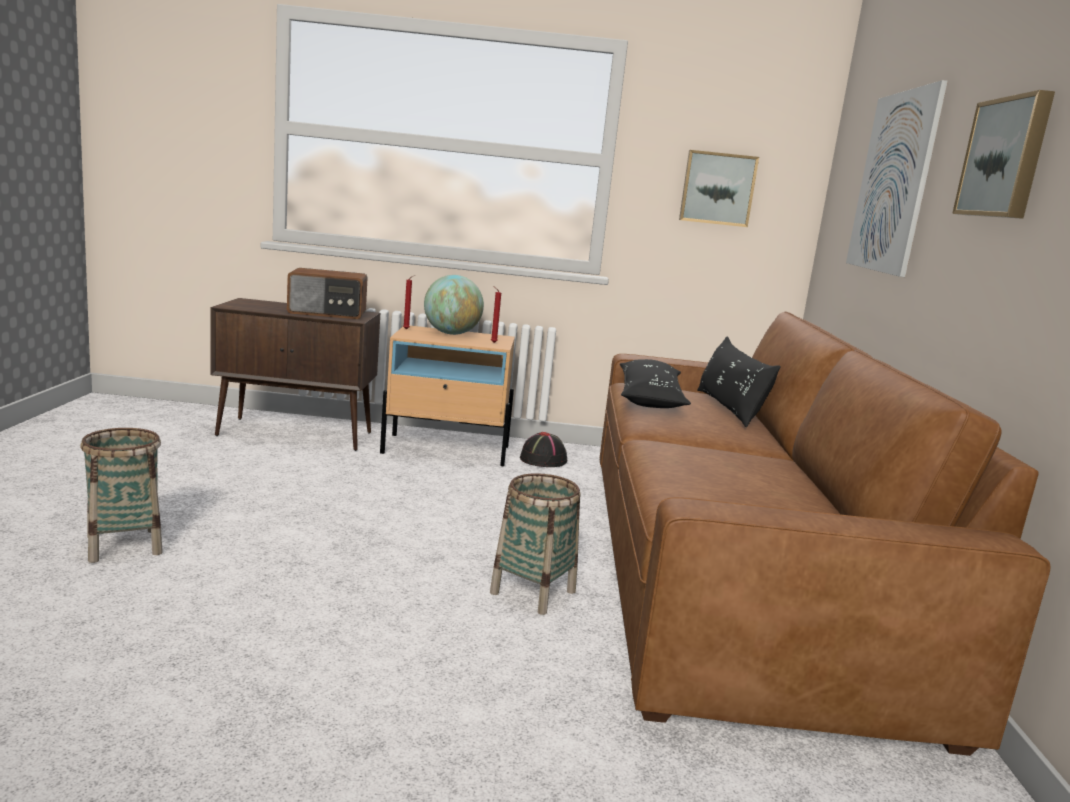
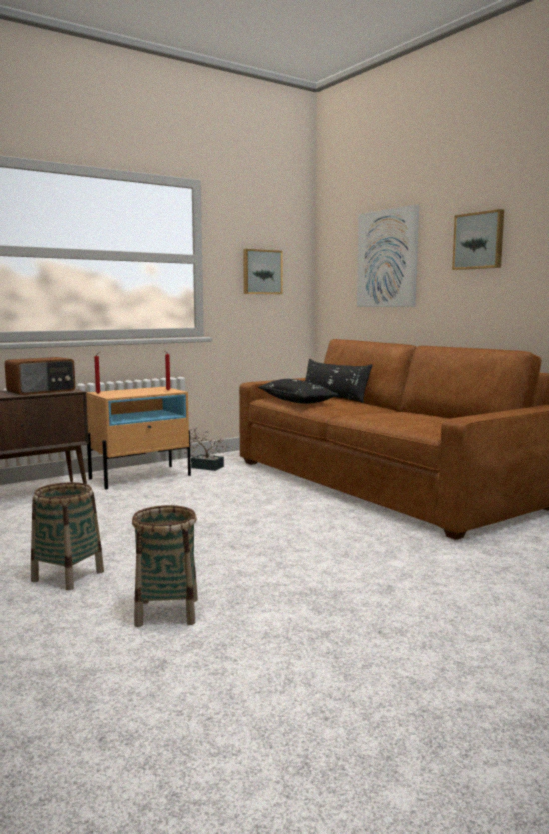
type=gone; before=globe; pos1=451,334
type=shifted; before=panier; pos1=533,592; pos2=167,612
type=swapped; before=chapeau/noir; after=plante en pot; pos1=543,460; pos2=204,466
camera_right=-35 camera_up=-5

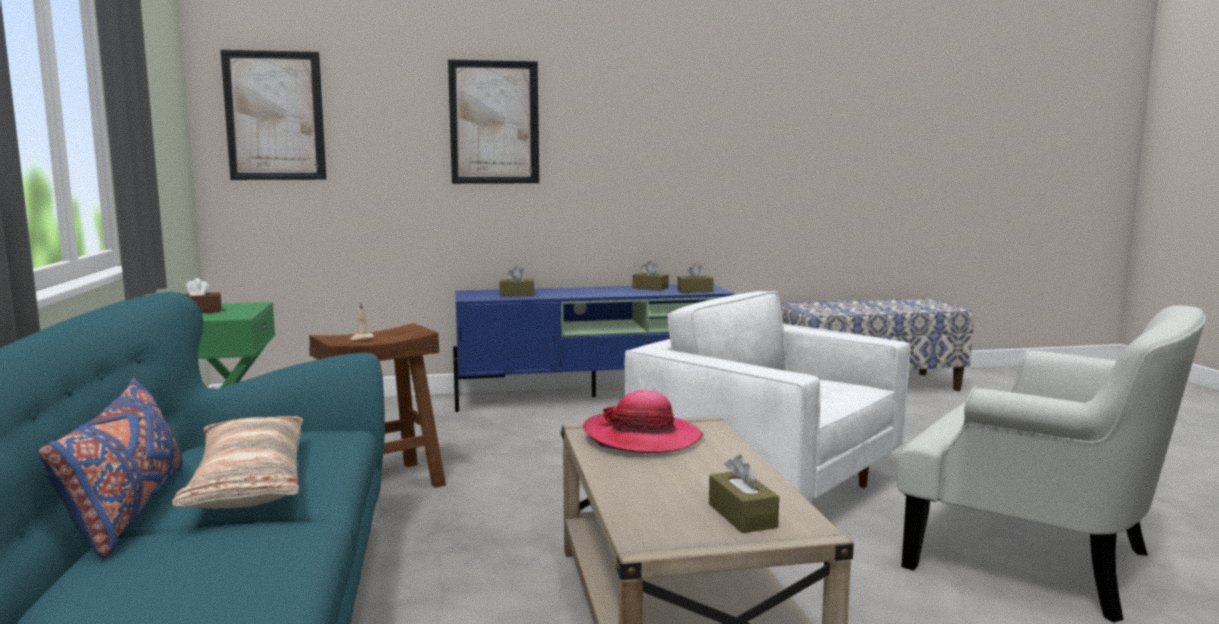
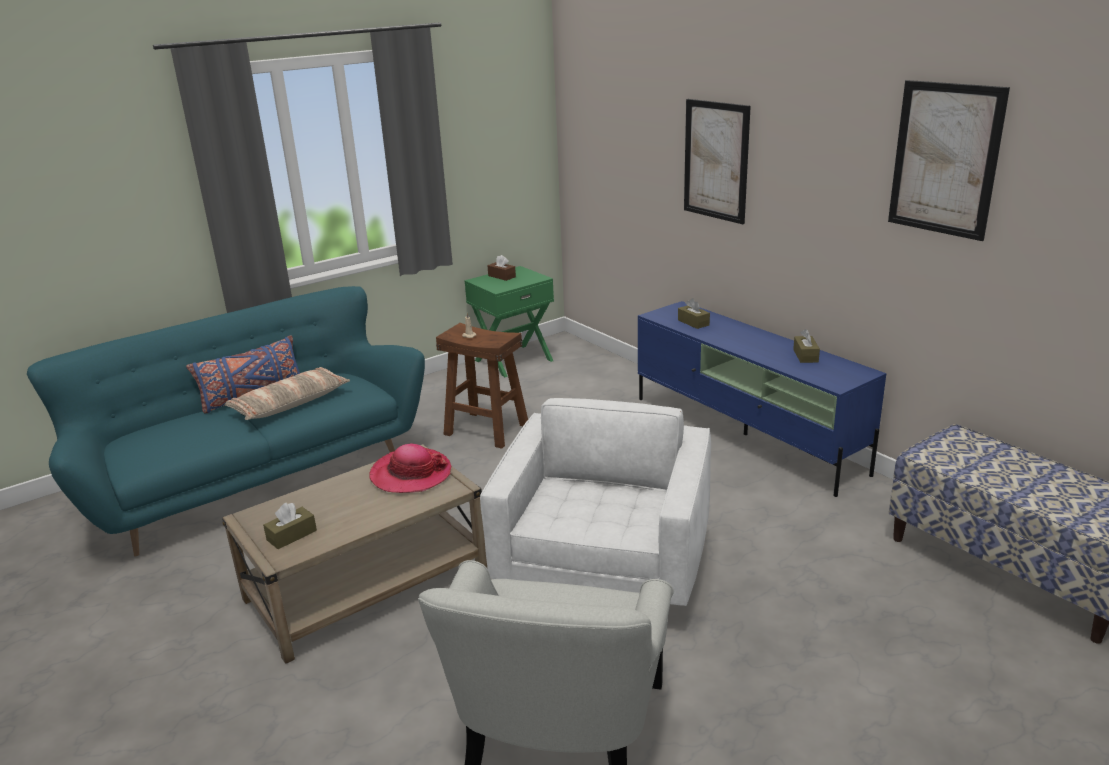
type=gone; before=boîte à mouchoirs/marron; pos1=695,291
type=shifted; before=tableau; pos1=275,116; pos2=945,159
camera_right=65 camera_up=15

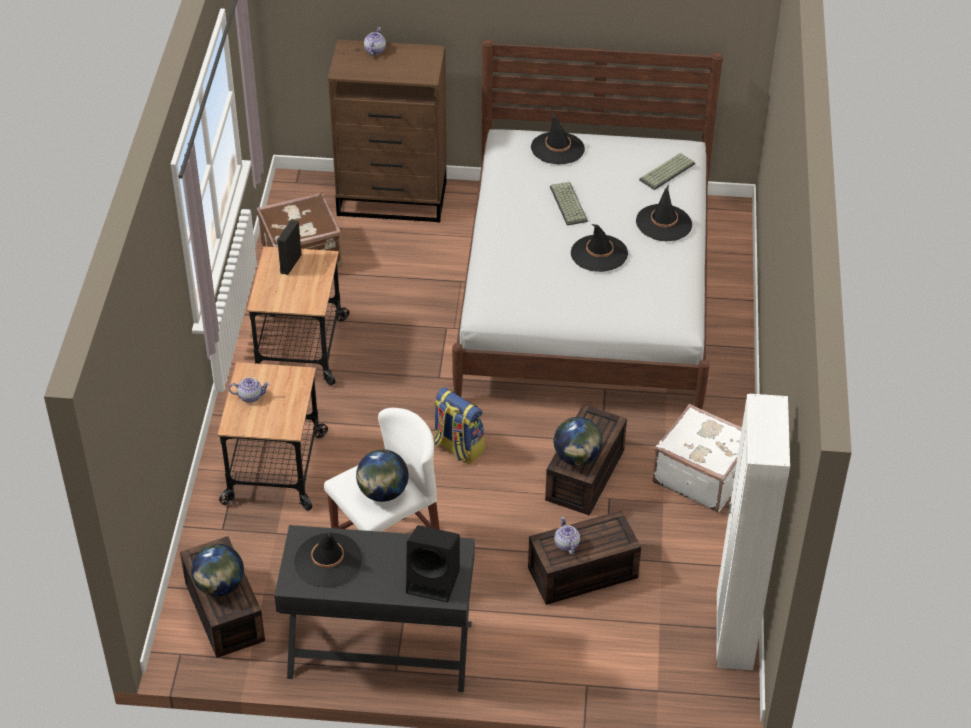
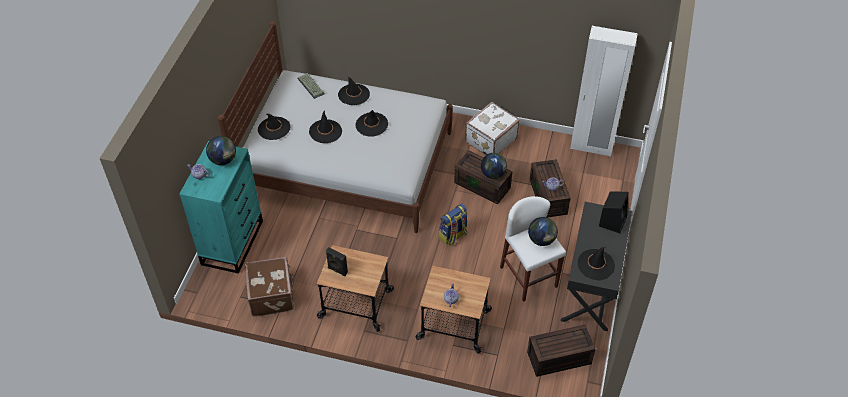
type=shifted; before=globe; pos1=220,586; pos2=223,160
type=swapped; before=clavier; after=chapeau/noir; pos1=567,204; pos2=325,131
type=repainted; before=commode/marron; after=commode/turquoise; pos1=393,199; pos2=233,242
camera_right=-80 camera_up=5

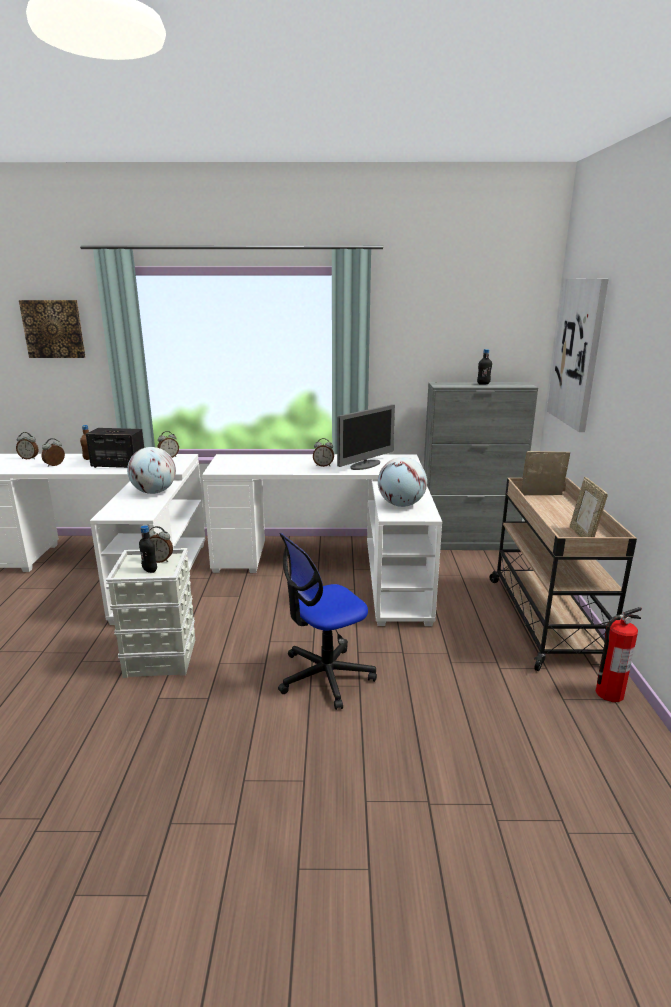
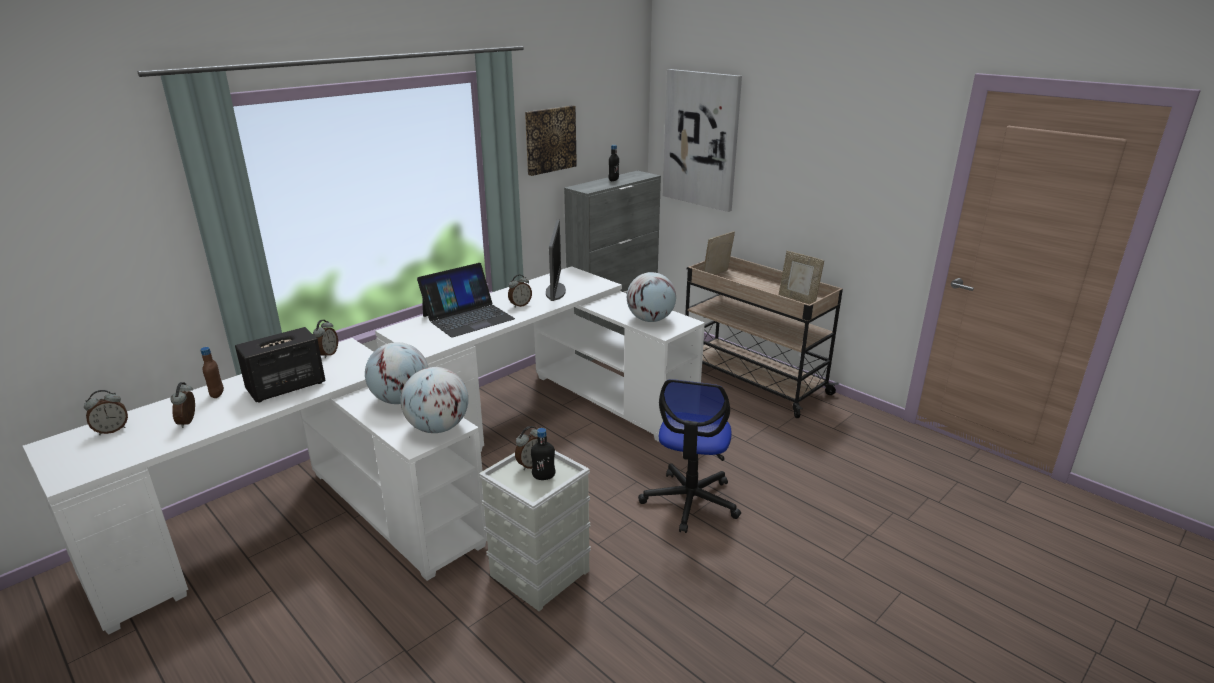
type=gone; before=extincteur; pos1=609,693
type=new; after=globe; pos2=438,428
type=new; after=ordinateur portable; pos2=468,317
type=shifted; before=tableau; pos1=53,329; pos2=550,139
camera_right=-45 camera_up=5

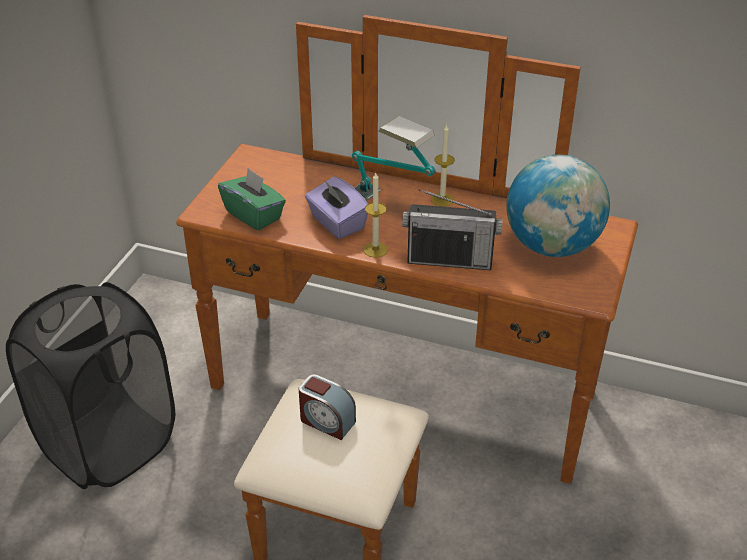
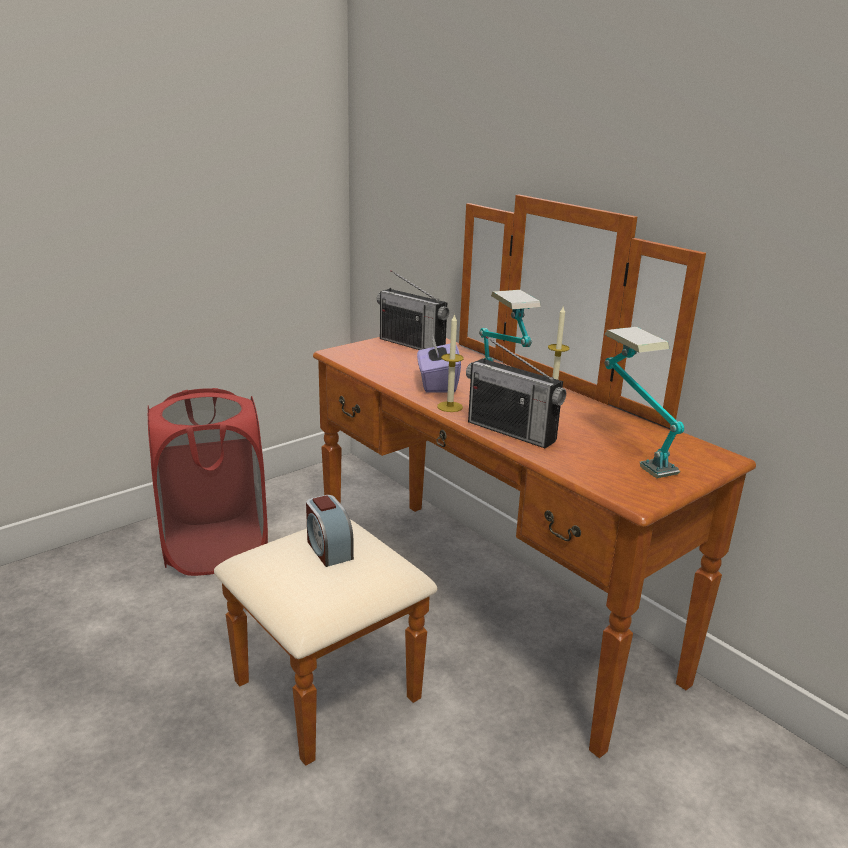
type=gone; before=boîte à mouchoirs/vert; pos1=254,215
type=new; after=radio; pos2=412,344
type=swapped; before=globe; after=lampe de table; pos1=552,246; pos2=631,451
type=repainted; before=panier à linge/noir; after=panier à linge/rouge; pos1=108,445; pos2=215,548
camera_right=30 camera_up=-15

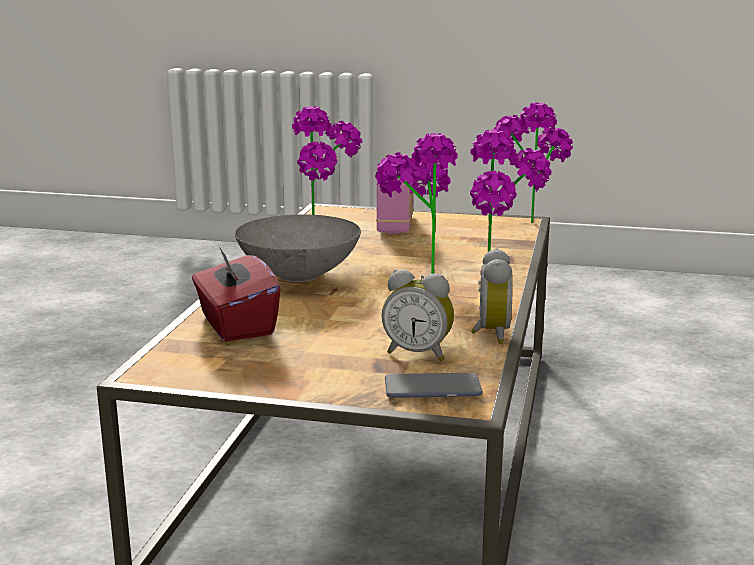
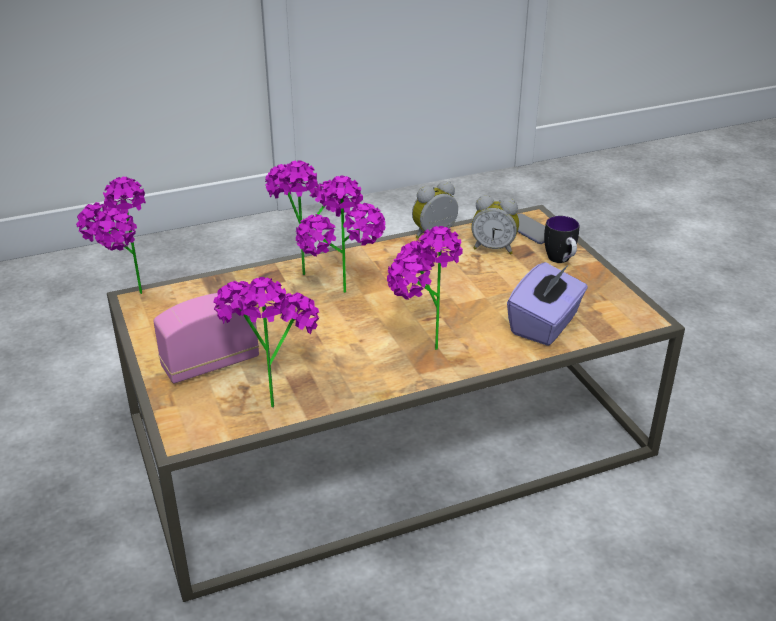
type=new; after=mug; pos2=561,261
type=swapped; before=bol/gris; after=plante en pot; pos1=298,275; pos2=418,348
type=repainted; before=boîte à mouchoirs/rouge; after=boîte à mouchoirs/violet; pos1=236,325; pos2=545,325
type=rotated; before=réveil; pos1=418,353; pos2=494,248; turn=120
camera_right=-125 camera_up=15

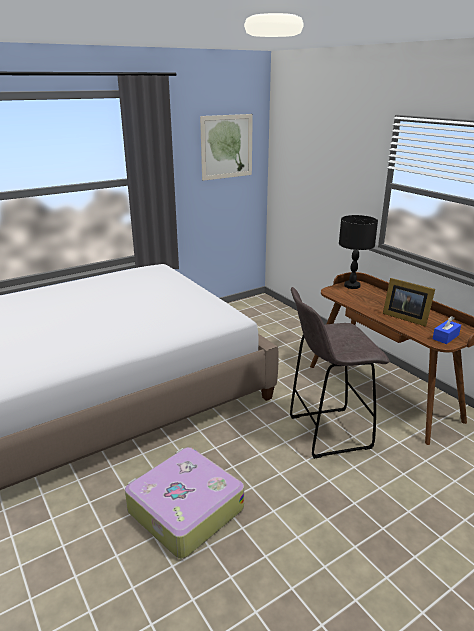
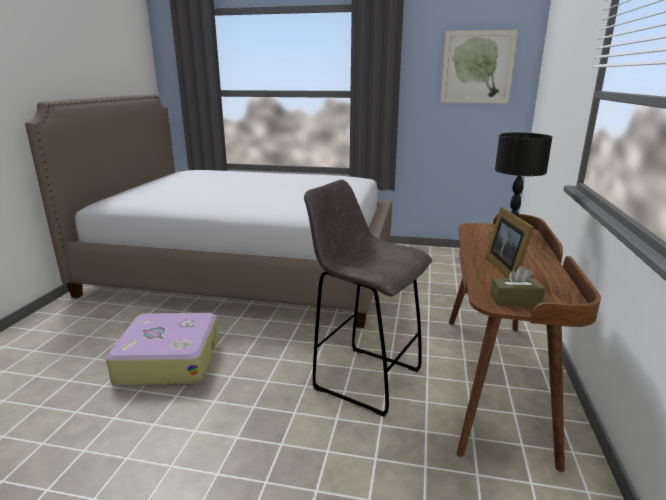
type=repainted; before=boîte à mouchoirs/bleu; after=boîte à mouchoirs/marron; pos1=445,337; pos2=515,300
camera_right=45 camera_up=-5

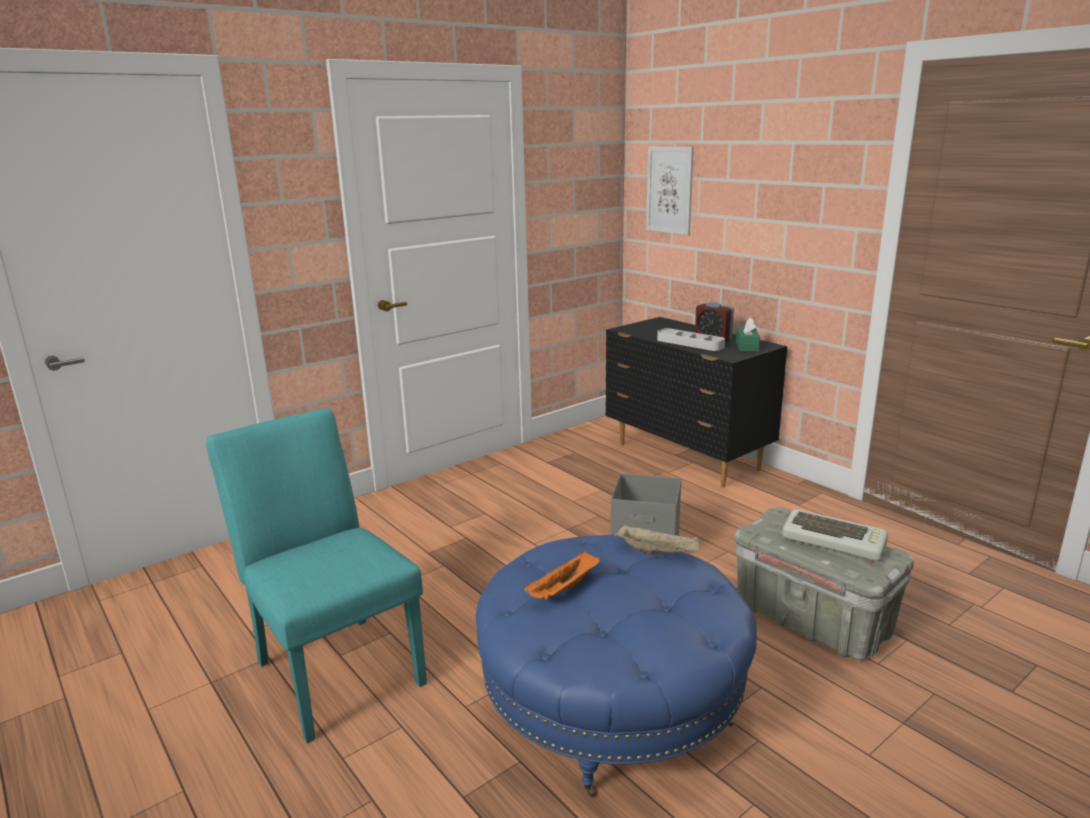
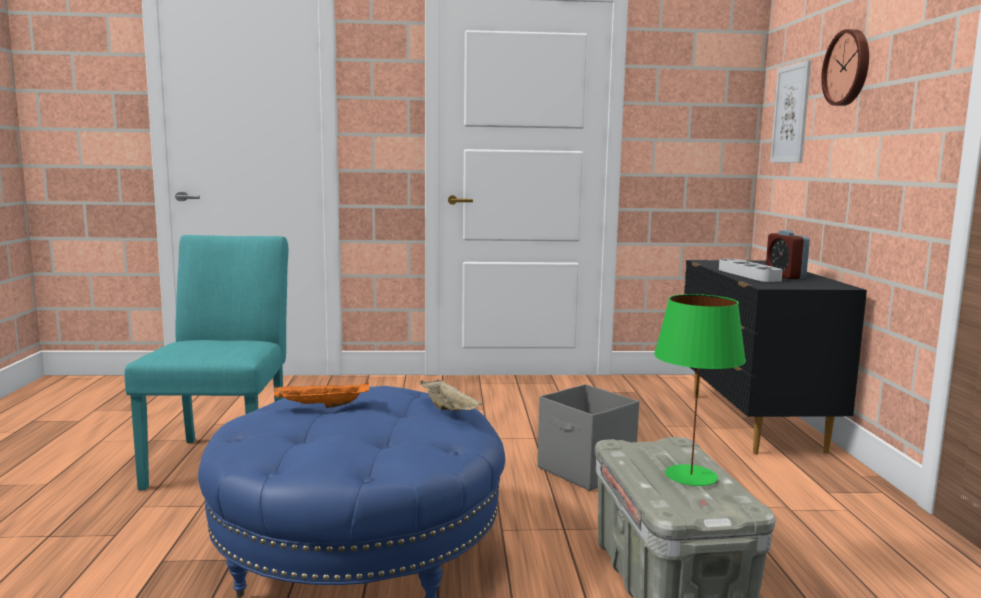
type=gone; before=boîte à mouchoirs/vert; pos1=747,346
type=new; after=horloge murale; pos2=848,68
type=swapped; before=clavier; after=lampe de table/vert; pos1=834,541; pos2=692,475
camera_right=35 camera_up=-10

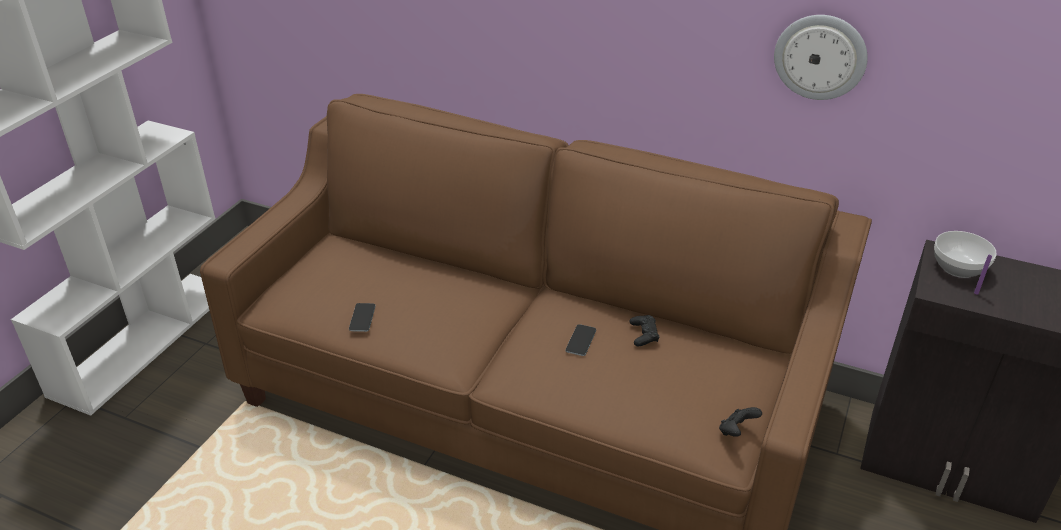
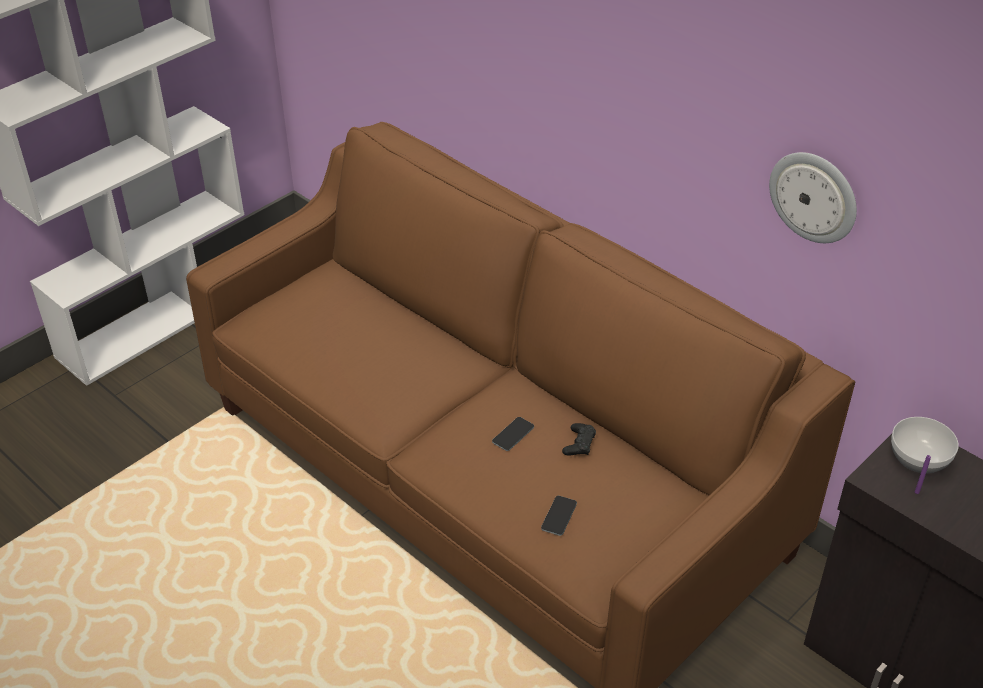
type=gone; before=manette/noir; pos1=736,431
type=shifted; before=téléphone; pos1=362,317; pos2=559,516
camera_right=20 camera_up=5

